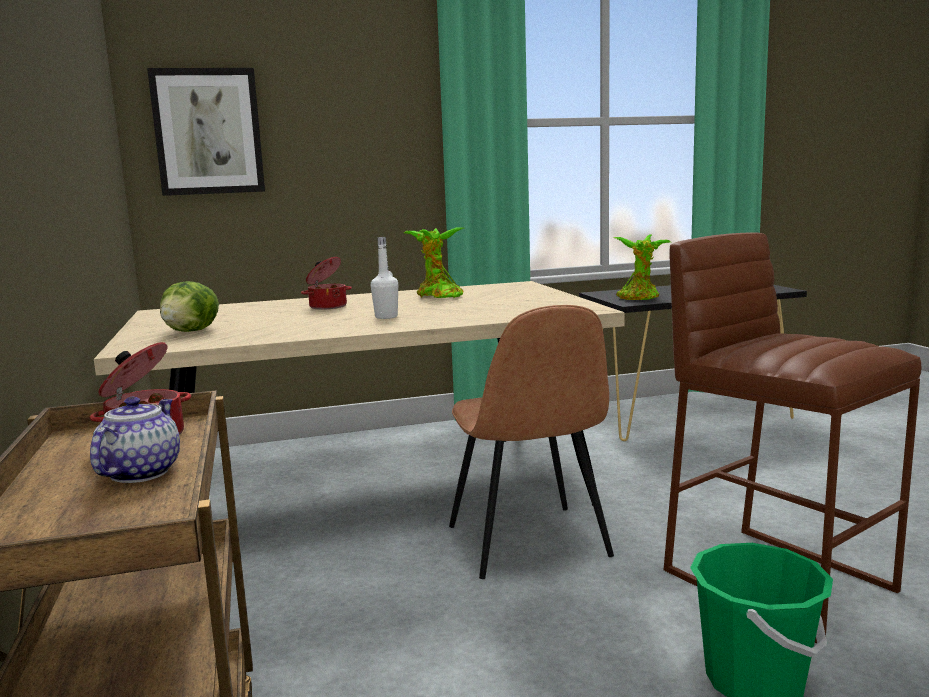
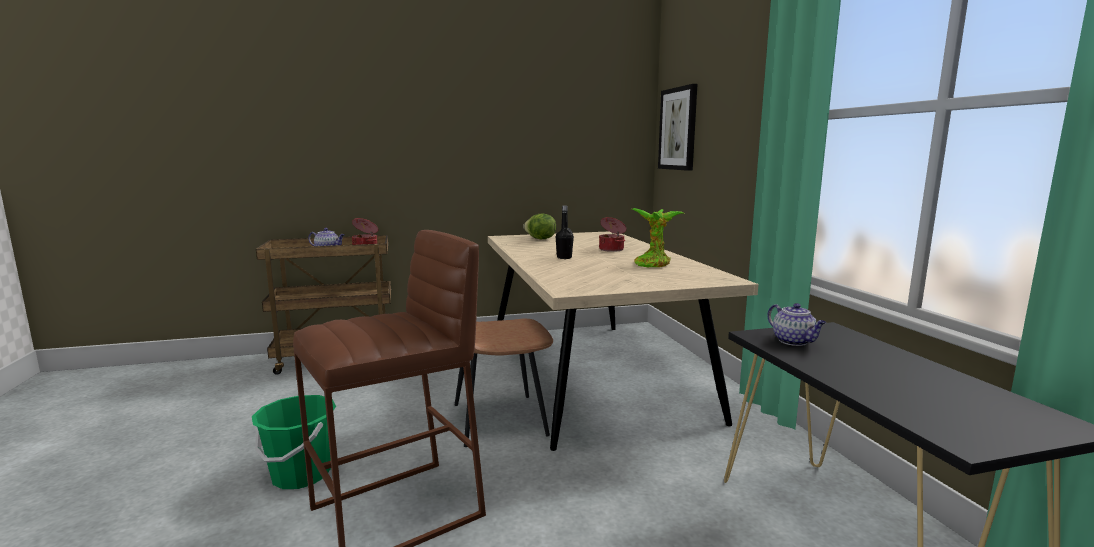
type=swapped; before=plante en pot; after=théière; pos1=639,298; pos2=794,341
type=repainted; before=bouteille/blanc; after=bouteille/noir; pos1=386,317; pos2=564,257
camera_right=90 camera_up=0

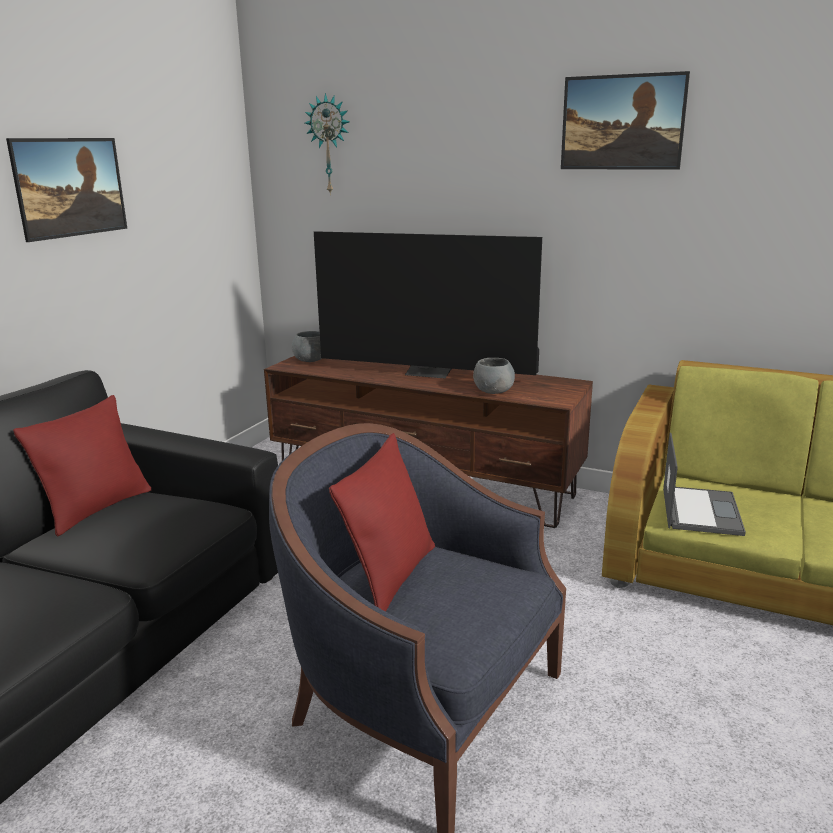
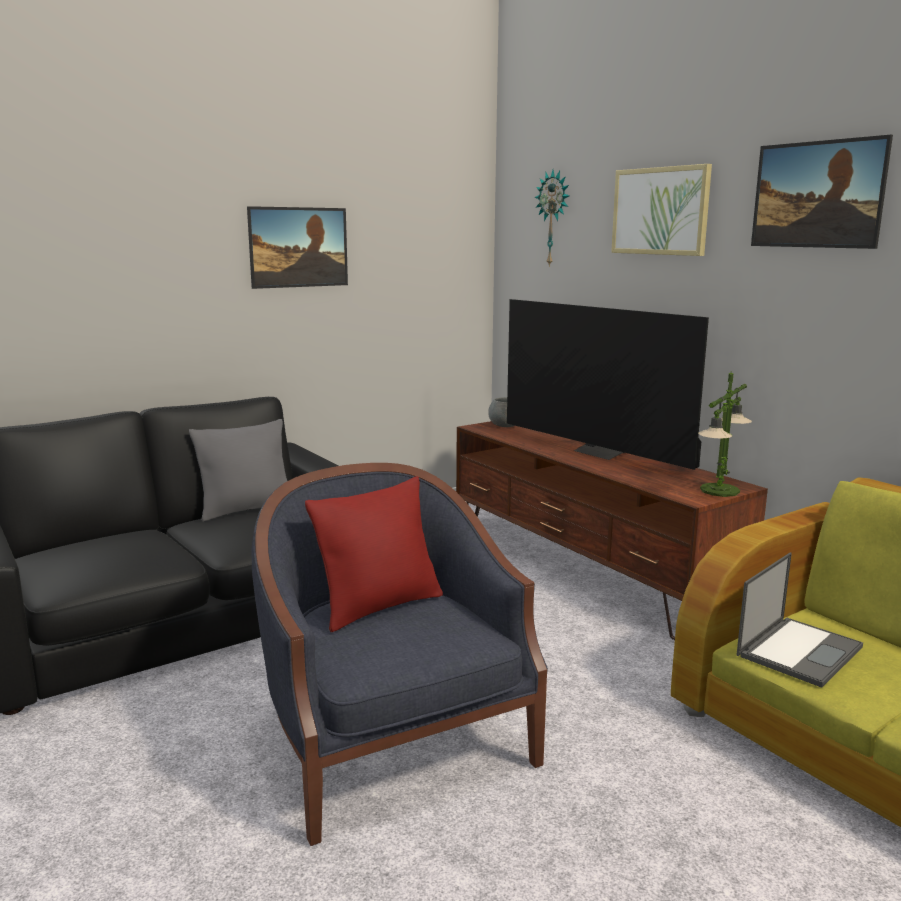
type=gone; before=bol/gris; pos1=493,391
type=new; after=tableau; pos2=660,211
type=new; after=lampe de table; pos2=719,491
type=repainted; before=coussin/rouge; after=coussin/gris; pos1=96,509; pos2=246,510
camera_right=30 camera_up=-5

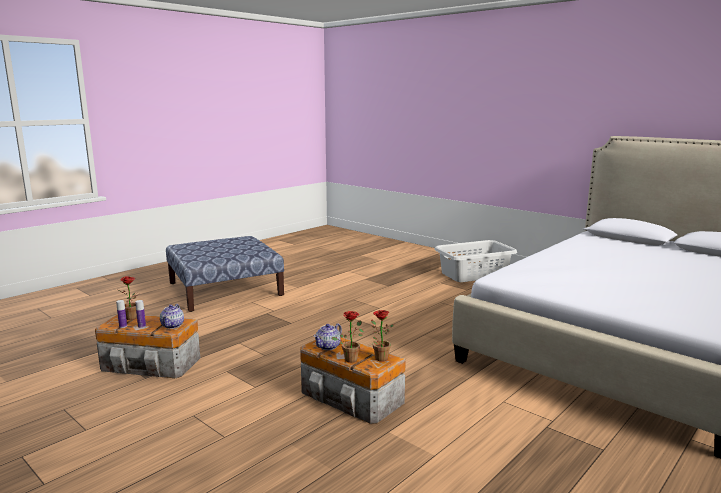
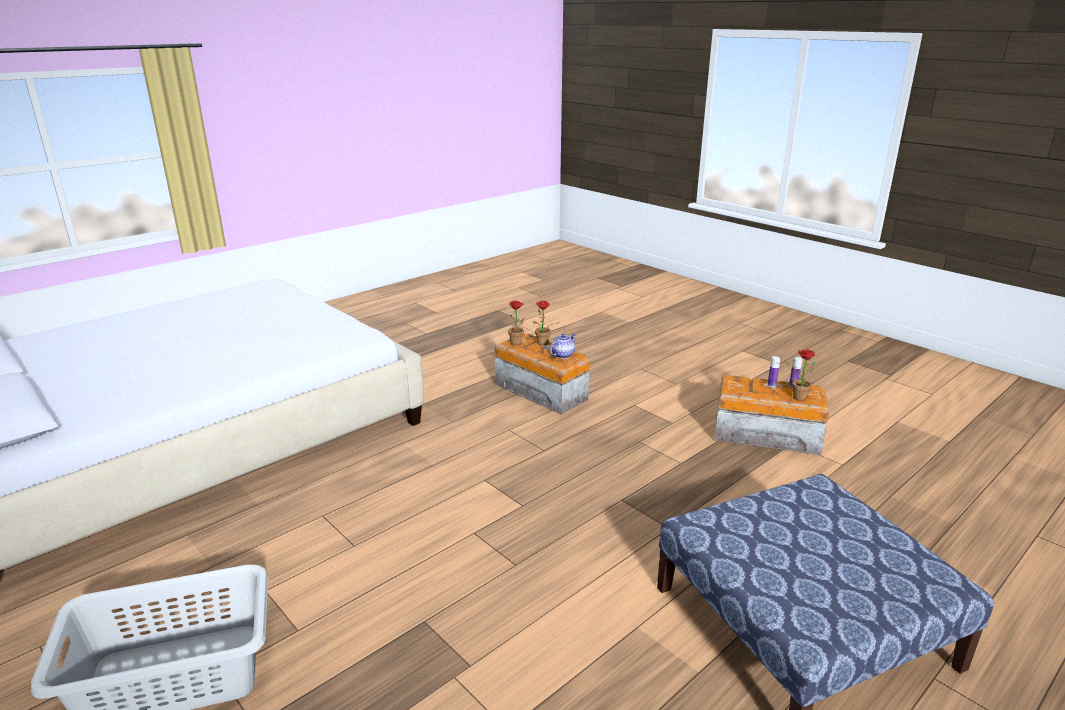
type=gone; before=théière; pos1=173,325
camera_right=-175 camera_up=10

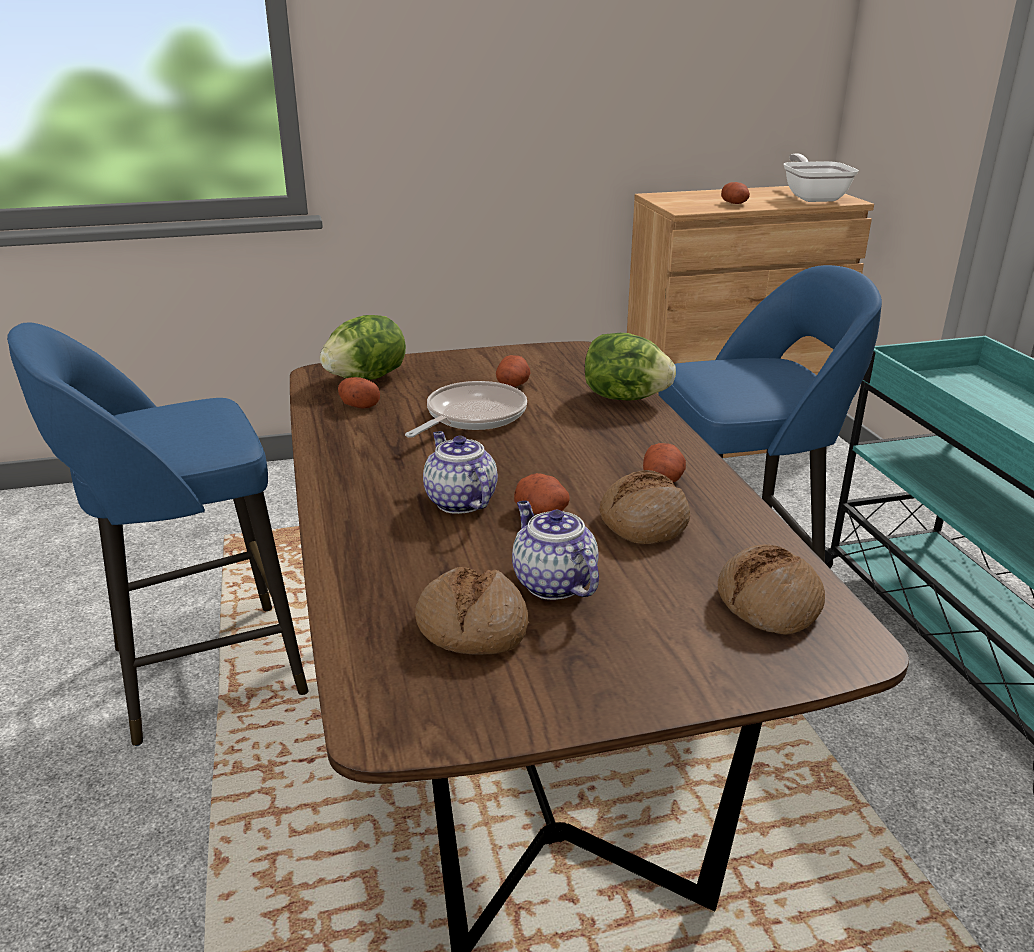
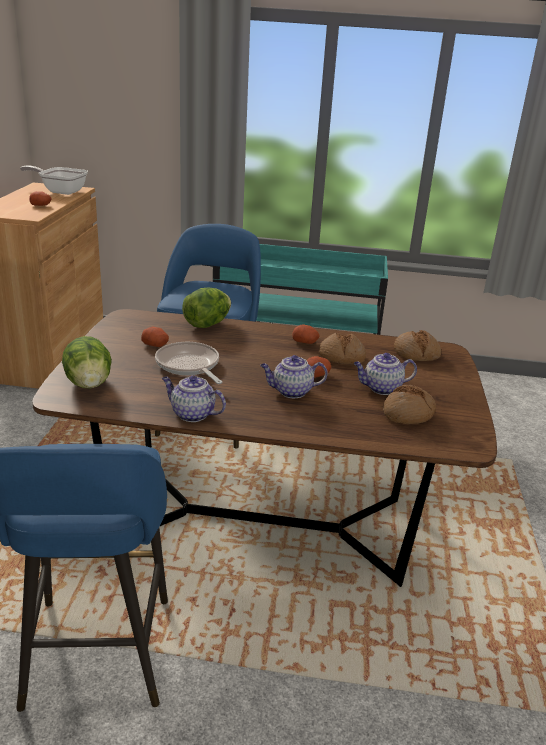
type=gone; before=pomme de terre; pos1=358,405
type=new; after=théière; pos2=191,414
camera_right=-70 camera_up=0

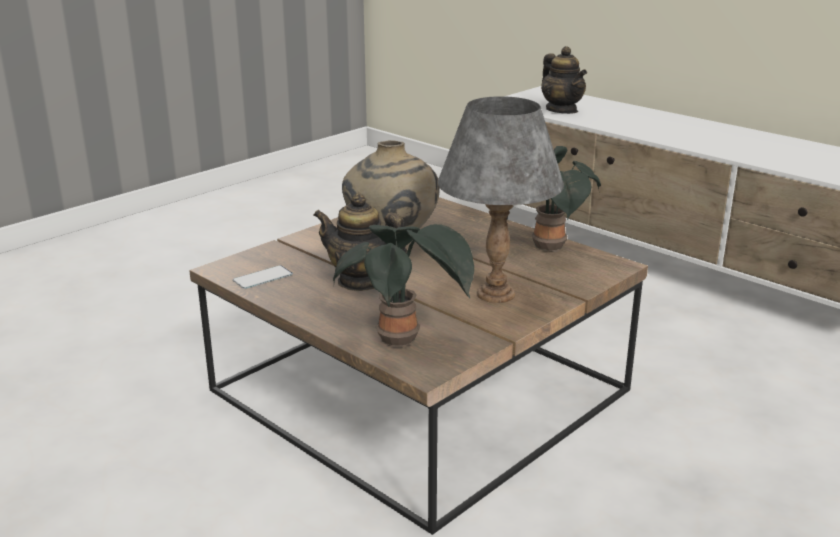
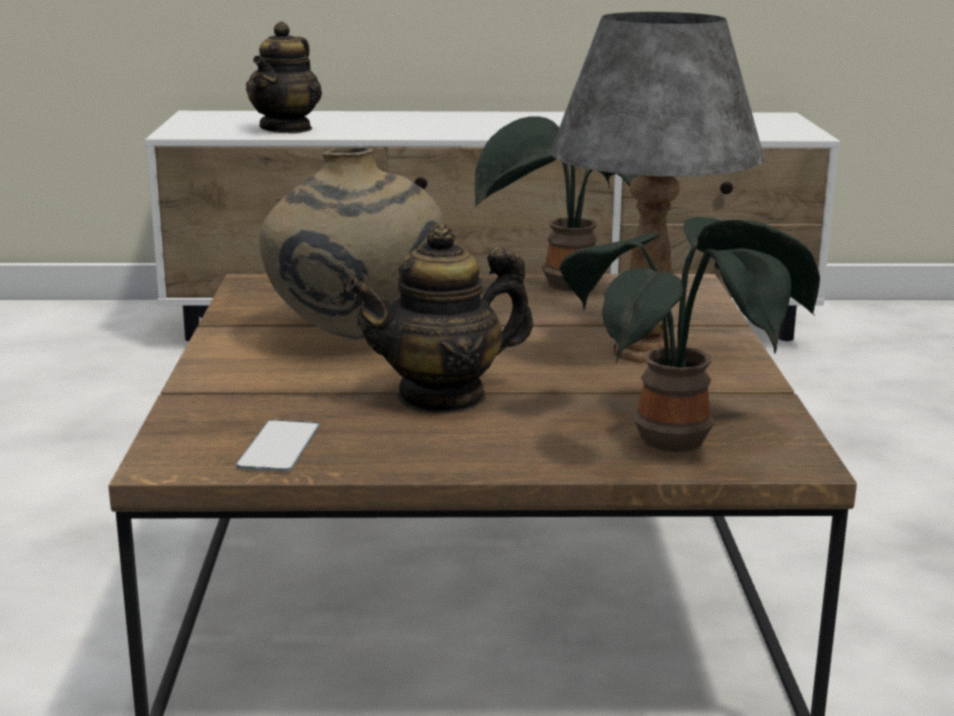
type=rotated; before=théière; pos1=562,110; pos2=286,129; turn=90
camera_right=-45 camera_up=-5

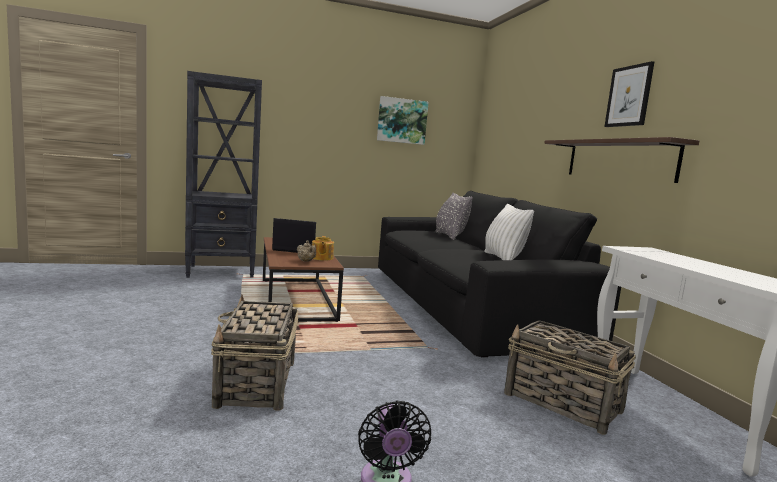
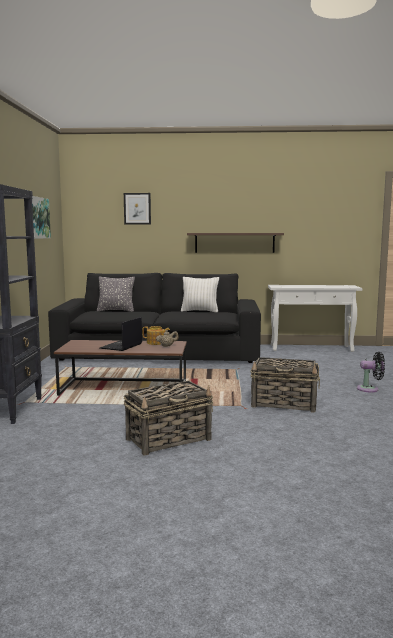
type=shifted; before=panier; pos1=563,403; pos2=169,439
type=shifted; before=tableau; pos1=629,96; pos2=137,208
camera_right=-70 camera_up=0

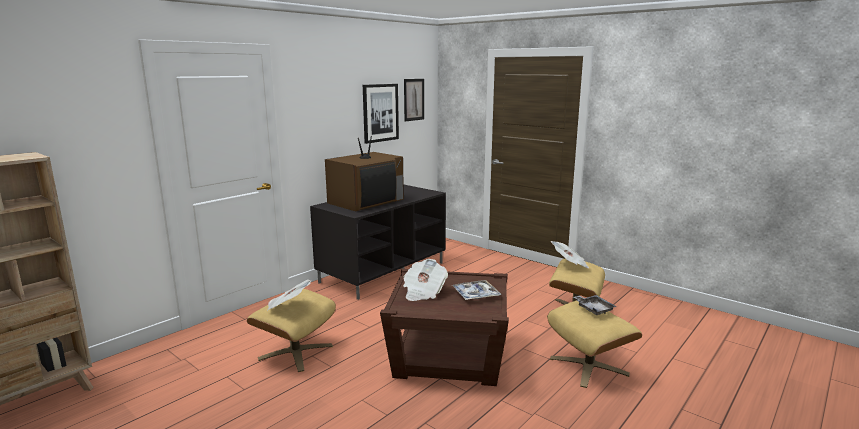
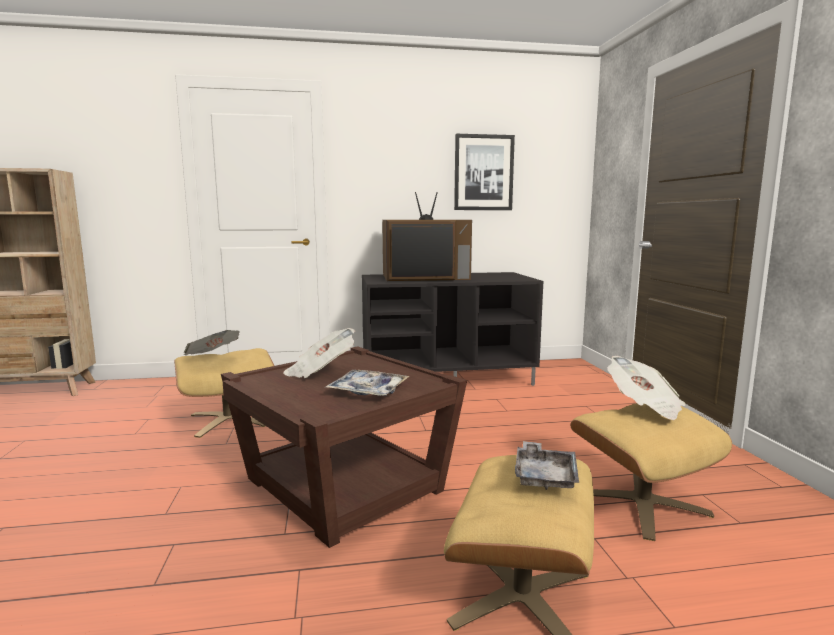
type=gone; before=tableau; pos1=413,99
camera_right=40 camera_up=-5

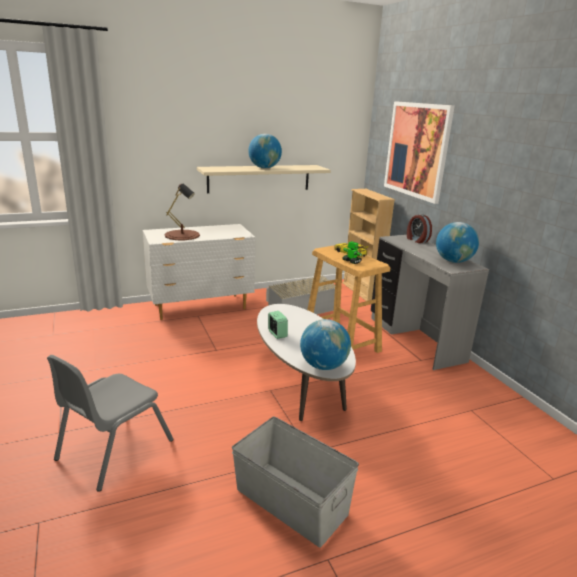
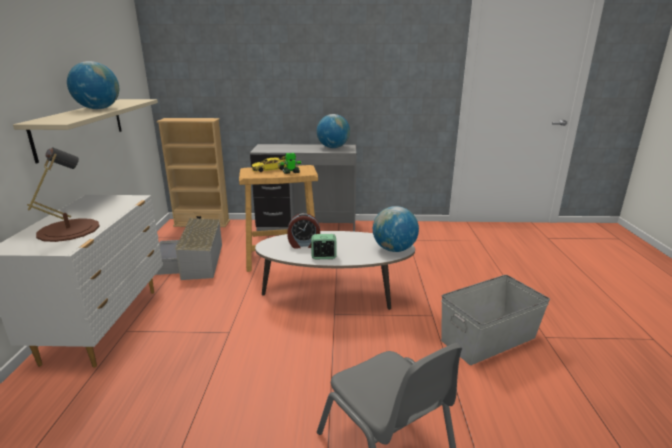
type=gone; before=tableau; pos1=417,150
type=shifted; before=réveil; pos1=416,240; pos2=304,245
camera_right=-65 camera_up=0

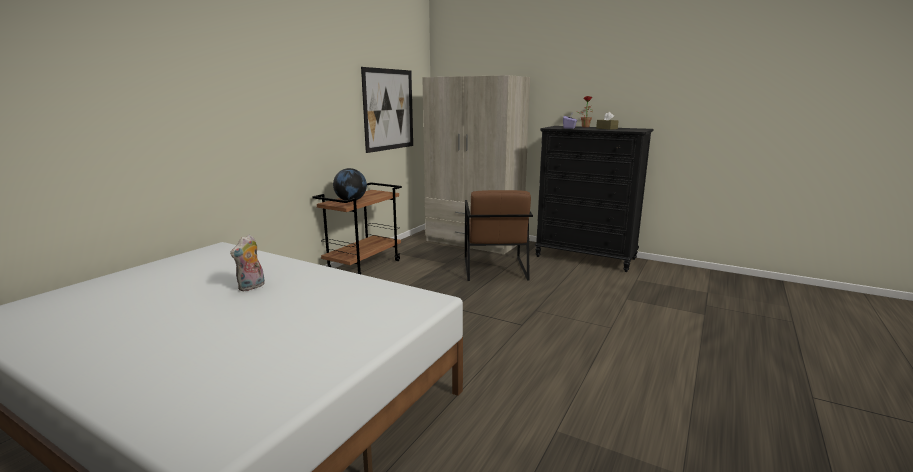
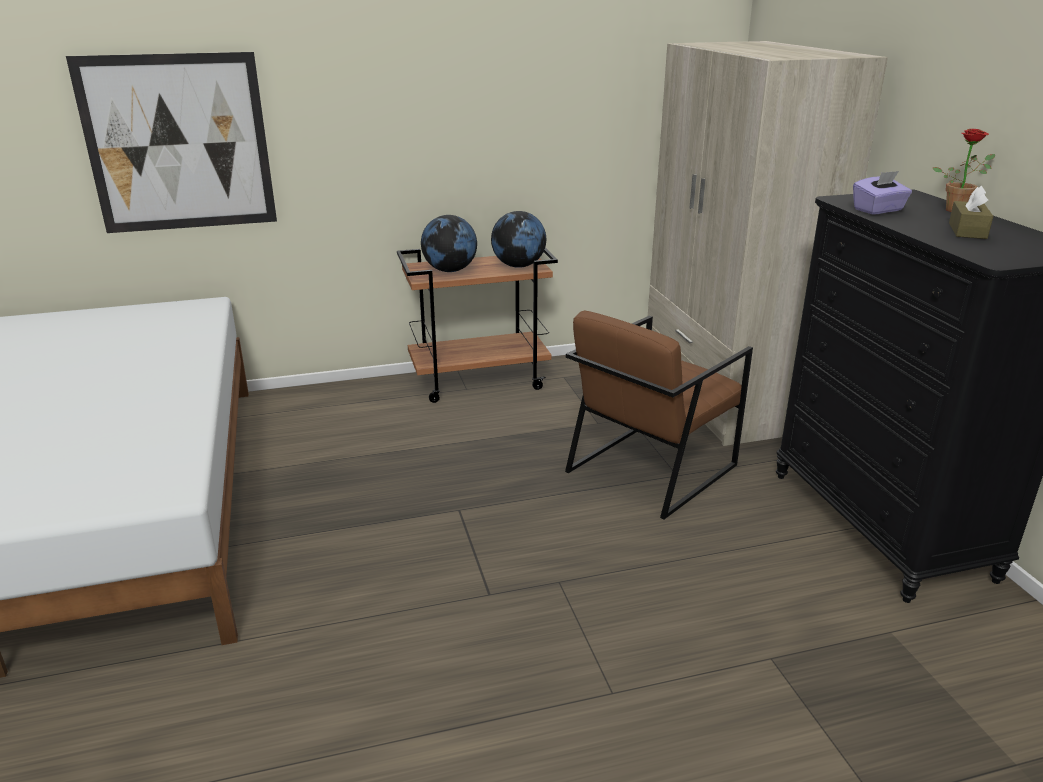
type=gone; before=peluche; pos1=252,287
type=new; after=globe; pos2=518,266
type=shifted; before=tableau; pos1=389,109; pos2=178,144
camera_right=45 camera_up=10

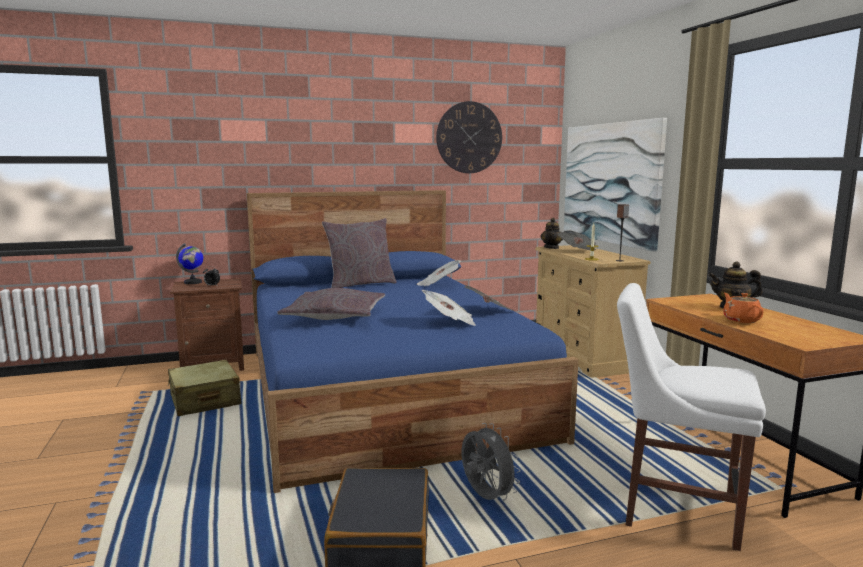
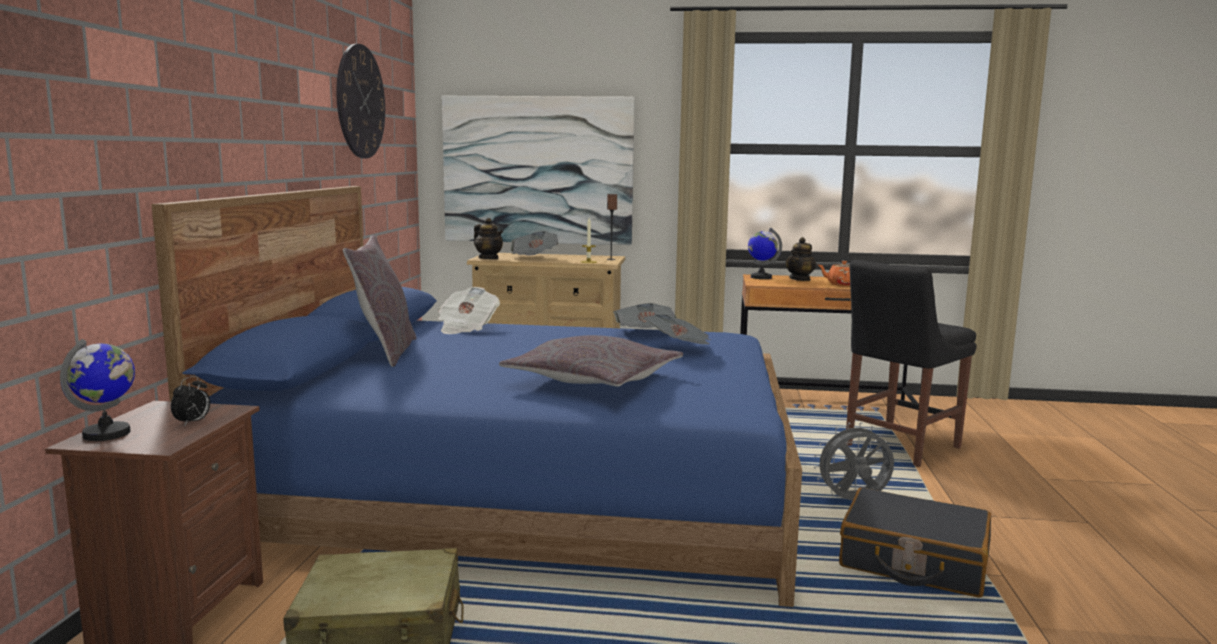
type=new; after=globe; pos2=761,277
type=repainted; before=chaise/blanc; after=chaise/noir; pos1=673,509; pos2=898,447
camera_right=-65 camera_up=0

